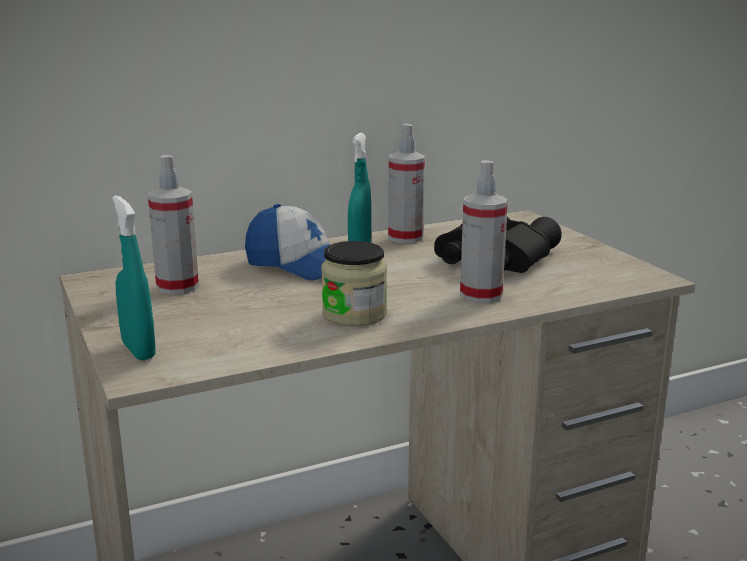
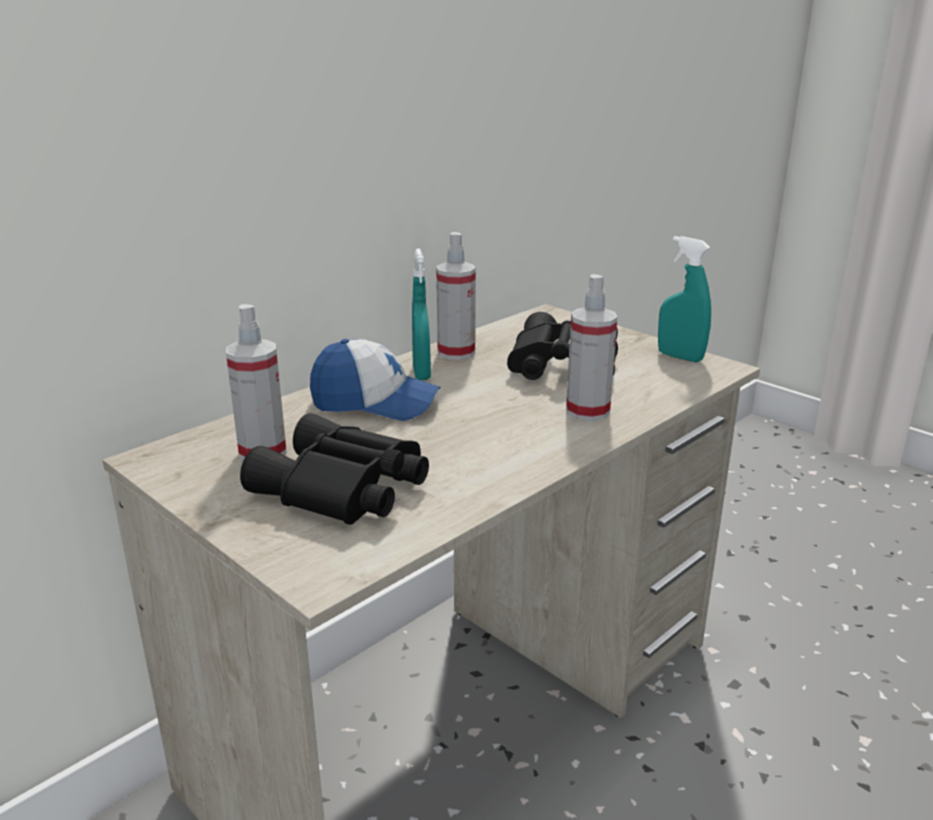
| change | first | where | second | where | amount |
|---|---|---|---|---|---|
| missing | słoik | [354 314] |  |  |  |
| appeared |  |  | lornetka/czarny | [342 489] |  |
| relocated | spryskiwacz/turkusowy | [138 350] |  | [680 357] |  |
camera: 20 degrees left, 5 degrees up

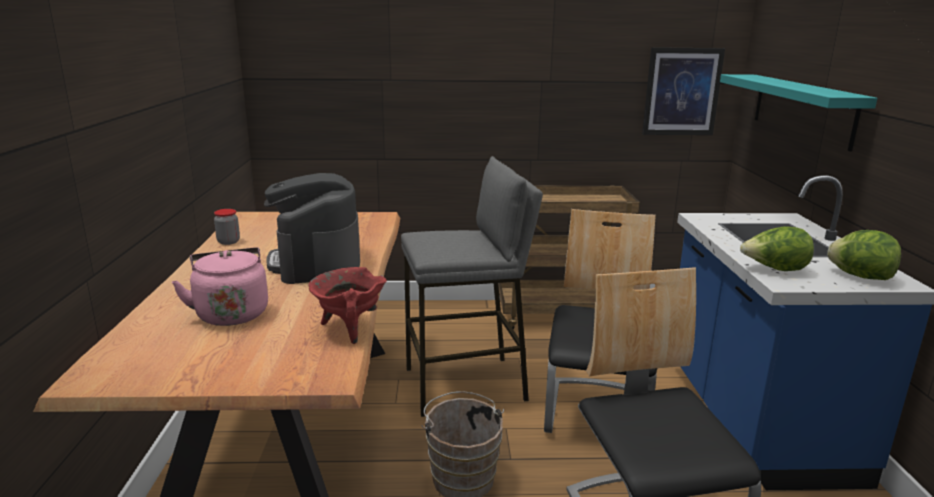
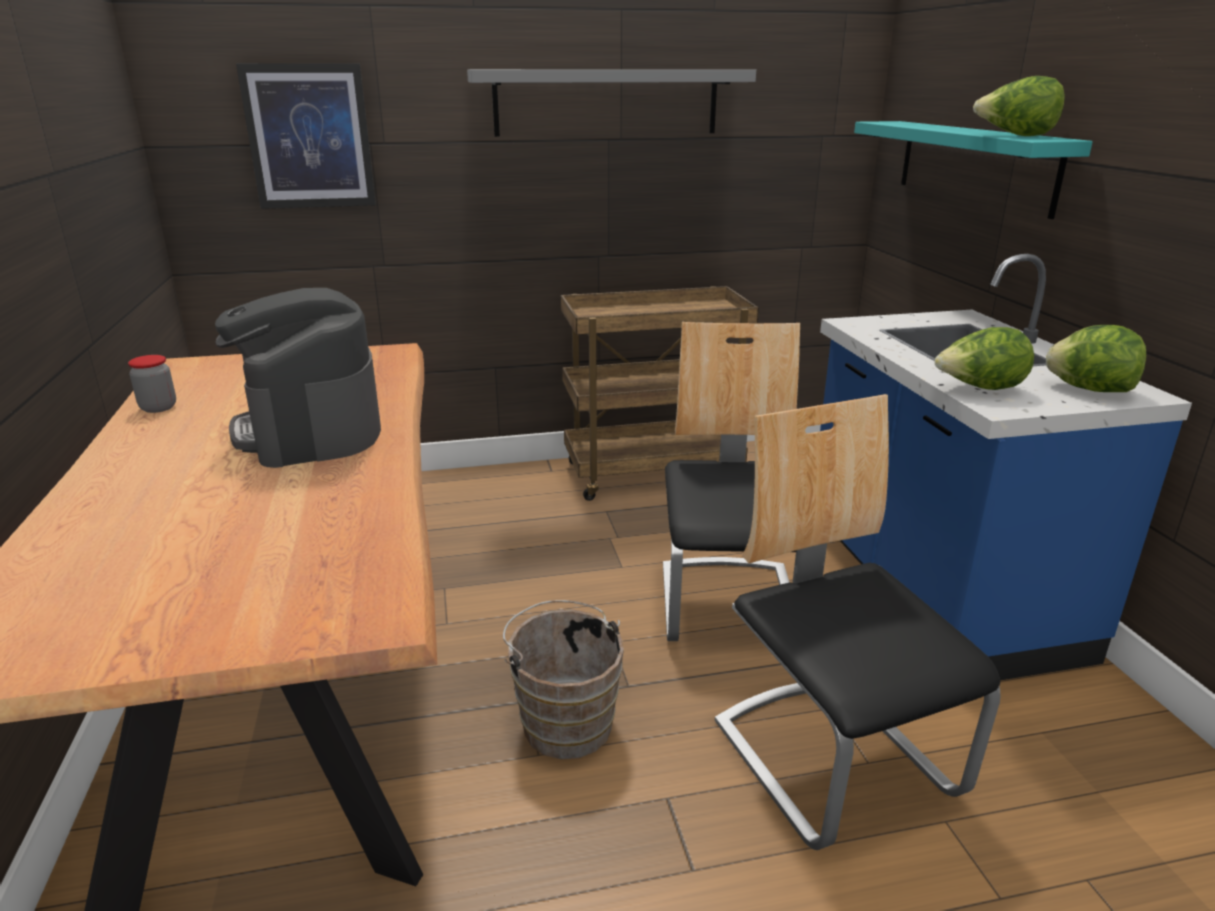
| change | first | where | second | where | amount |
|---|---|---|---|---|---|
| missing | czajnik/różowy | [231 313] |  |  |  |
| missing | garnek/czerwony | [349 329] |  |  |  |
| missing | stołek/szary | [466 385] |  |  |  |
| appeared |  |  | półka/szary | [607 102] |  |
| appeared |  |  | sałata | [1015 136] |  |
| relocated | obraz | [682 92] |  | [309 137] |  |
camera: 10 degrees left, 5 degrees up

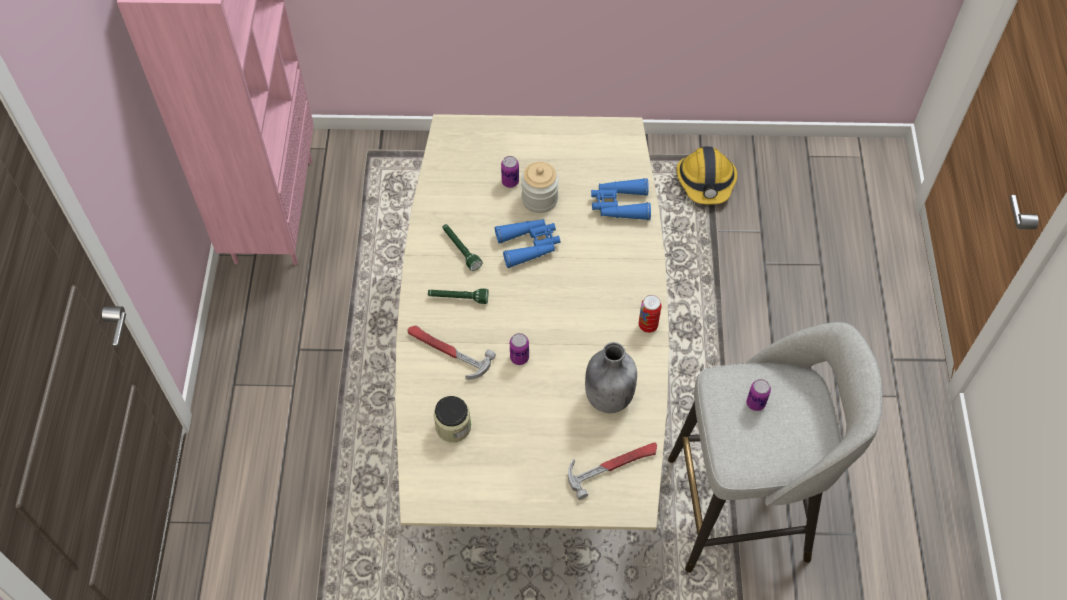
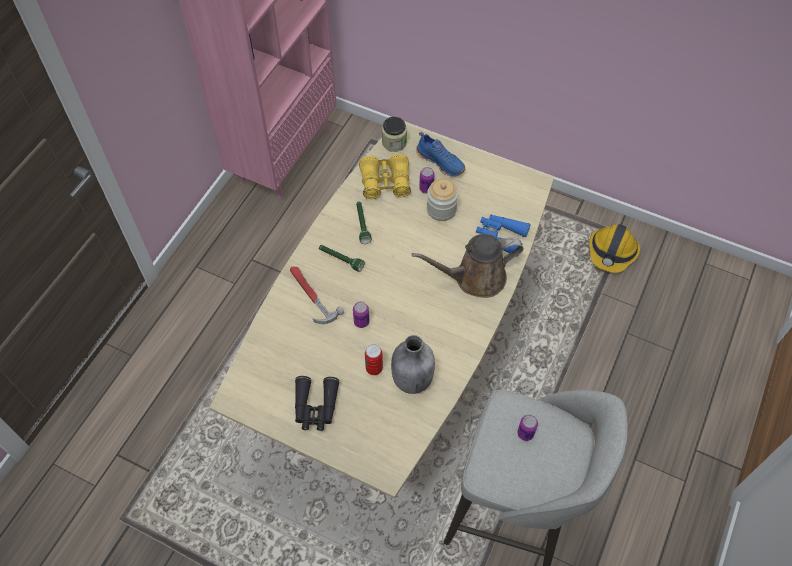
| change | first | where | second | where | amount |
|---|---|---|---|---|---|
| missing | lornetka/niebieski | [529 245] |  |  |  |
| missing | młotek | [612 465] |  |  |  |
| appeared |  |  | lornetka/czarny | [315 407] |  |
| appeared |  |  | lornetka/żółty | [385 182] |  |
| appeared |  |  | konewka/brązowy | [475 278] |  |
| appeared |  |  | but/niebieski | [441 161] |  |
| relocated | słoik | [453 427] |  | [394 142] |  |
| relocated | puszka | [648 325] |  | [374 368] |  |
camera: 25 degrees right, 0 degrees up

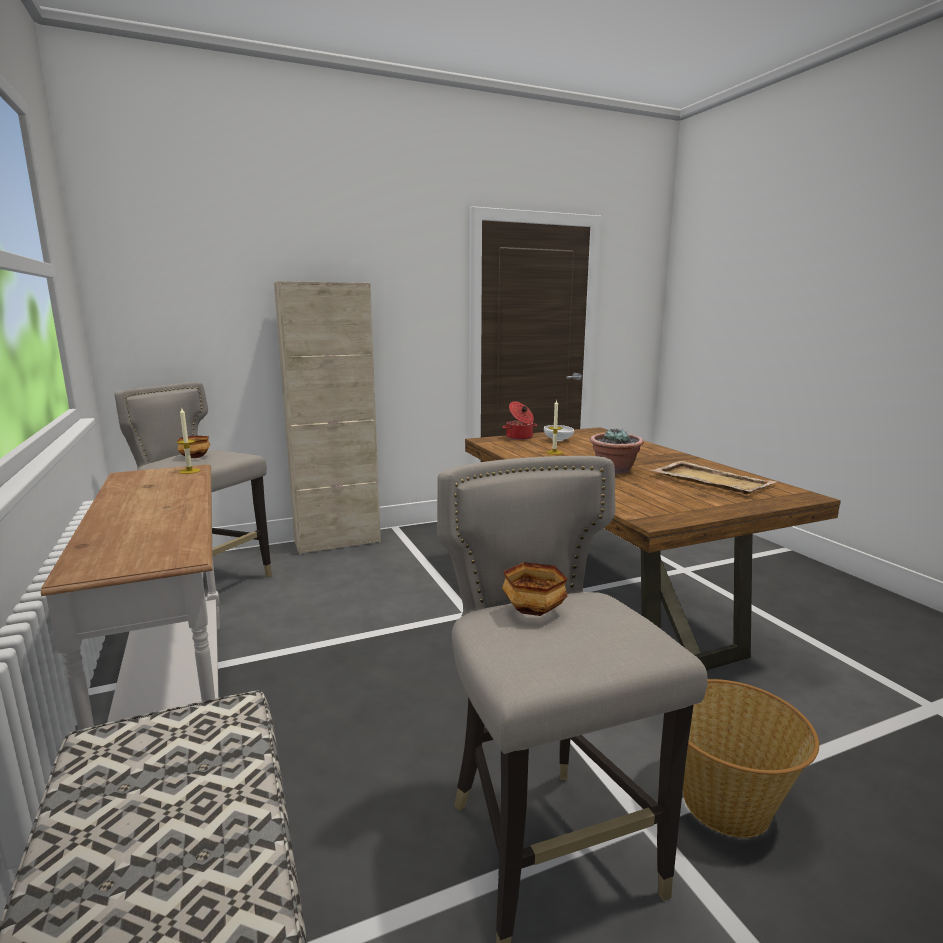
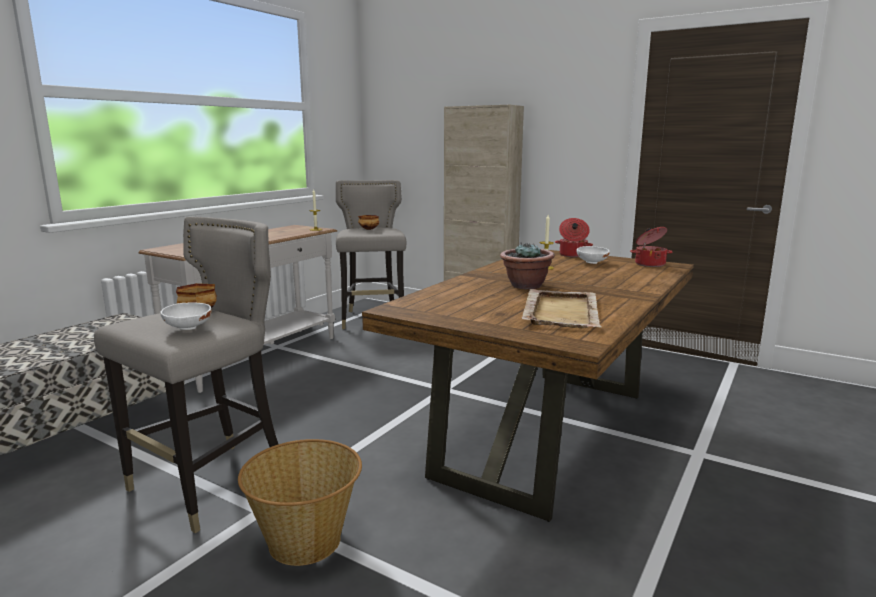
| change | first | where | second | where | amount |
|---|---|---|---|---|---|
| appeared |  |  | miska/biały | [188 329] |  |
| appeared |  |  | garnek | [649 264] |  |
camera: 55 degrees right, 0 degrees up

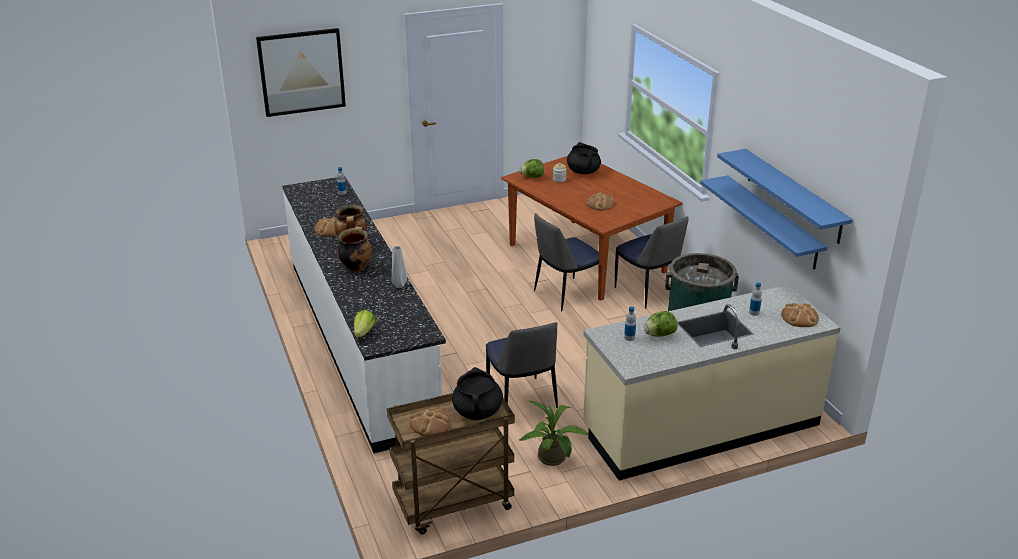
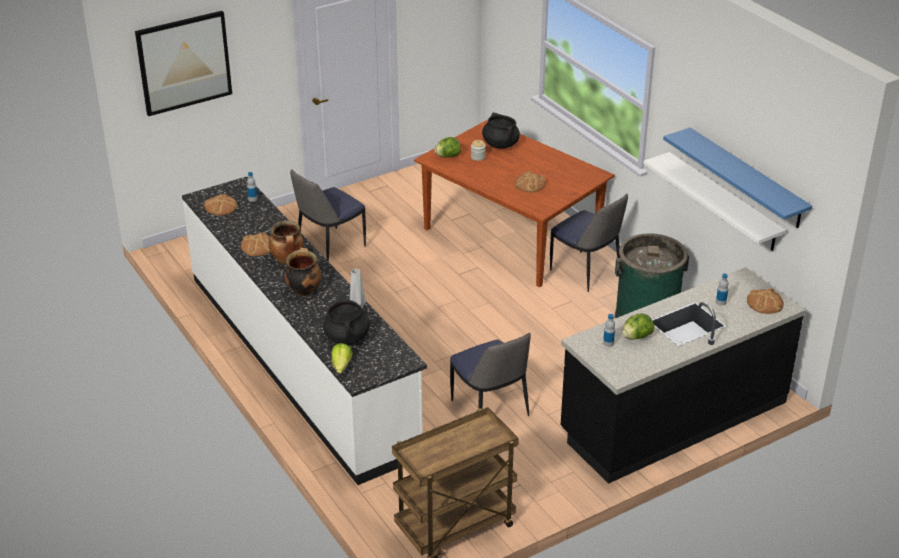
| change | first | where | second | where | amount |
|---|---|---|---|---|---|
| missing | roślina doniczkowa | [554 459] |  |  |  |
| relocated | chleb | [430 424] |  | [221 207] |  |
| relocated | garnek/czarny | [477 412] |  | [347 337] |  |
| relocated | krzesło | [565 295] |  | [329 247] |  |
| colour | zabudowa kuchenna/beżowy | [700 426] | zabudowa kuchenna/czarny | [673 417] |  |
| colour | półka/niebieski | [772 222] | półka/biały | [723 202] |  |
camera: 10 degrees left, 5 degrees up

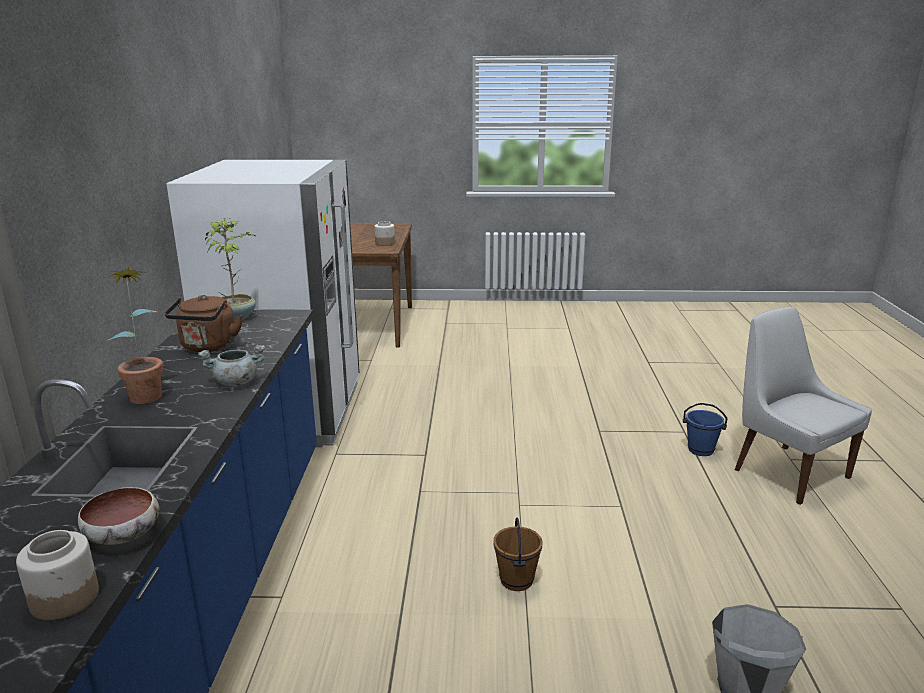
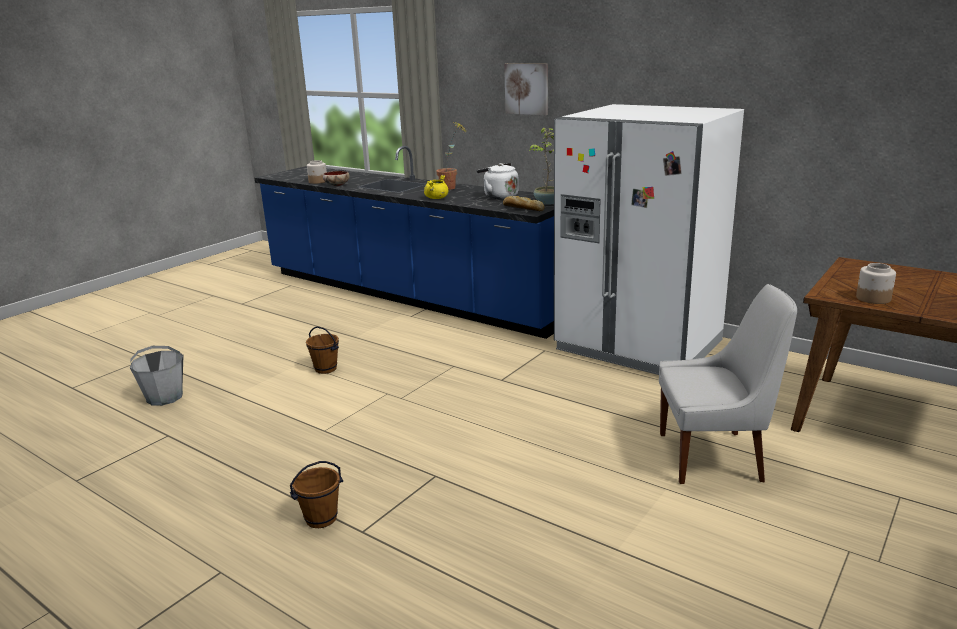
| change | first | where | second | where | amount |
|---|---|---|---|---|---|
| appeared |  |  | chleb | [522 208] |  |
| appeared |  |  | obraz | [527 89] |  |
| relocated | krzesło/biały | [787 472] |  | [714 457] |  |
| colour | czajnik/brązowy | [208 347] | czajnik/biały | [499 196] |  |
| colour | garnek/szary | [236 382] | garnek/żółty | [436 198] |  |
| colour | wiadro/niebieski | [700 450] | wiadro/brązowy | [321 519] |  |
camera: 125 degrees right, 0 degrees up

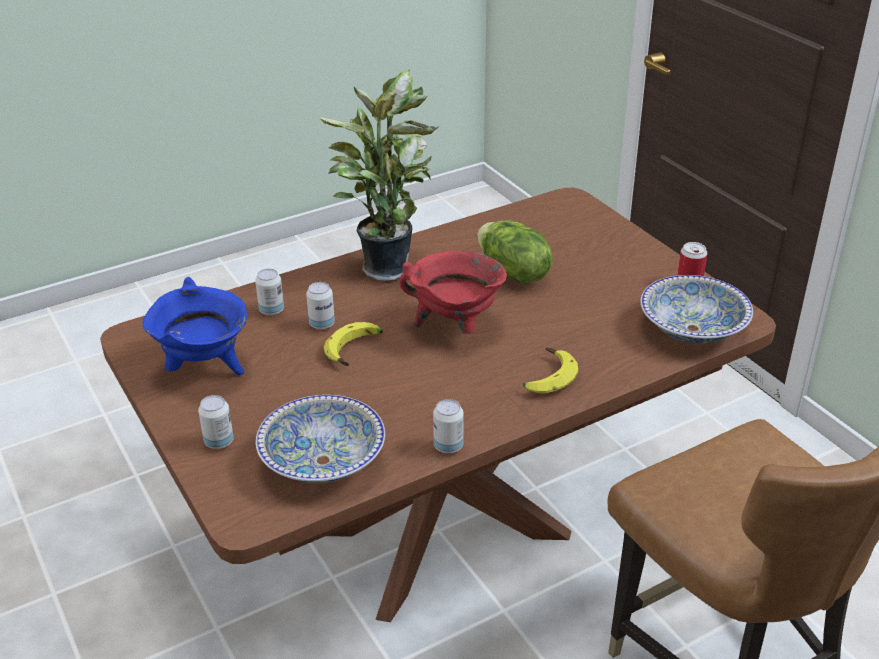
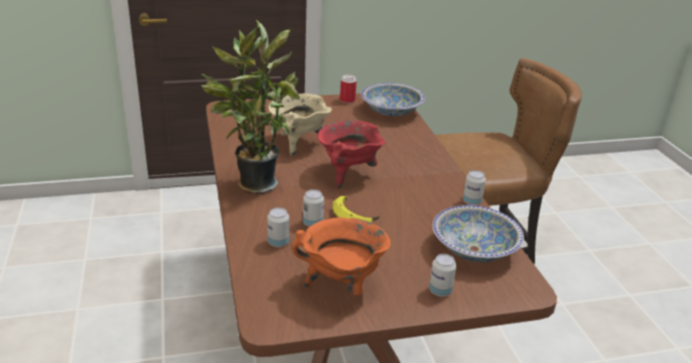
| change | first | where | second | where | amount |
|---|---|---|---|---|---|
| missing | banan | [546 377] |  |  |  |
| exchanged | sałata | [512 273] | garnek/beżowy | [298 143] |  |
| colour | garnek/niebieski | [205 368] | garnek/pomarańczowy | [341 286] |  |
camera: 75 degrees left, 5 degrees down

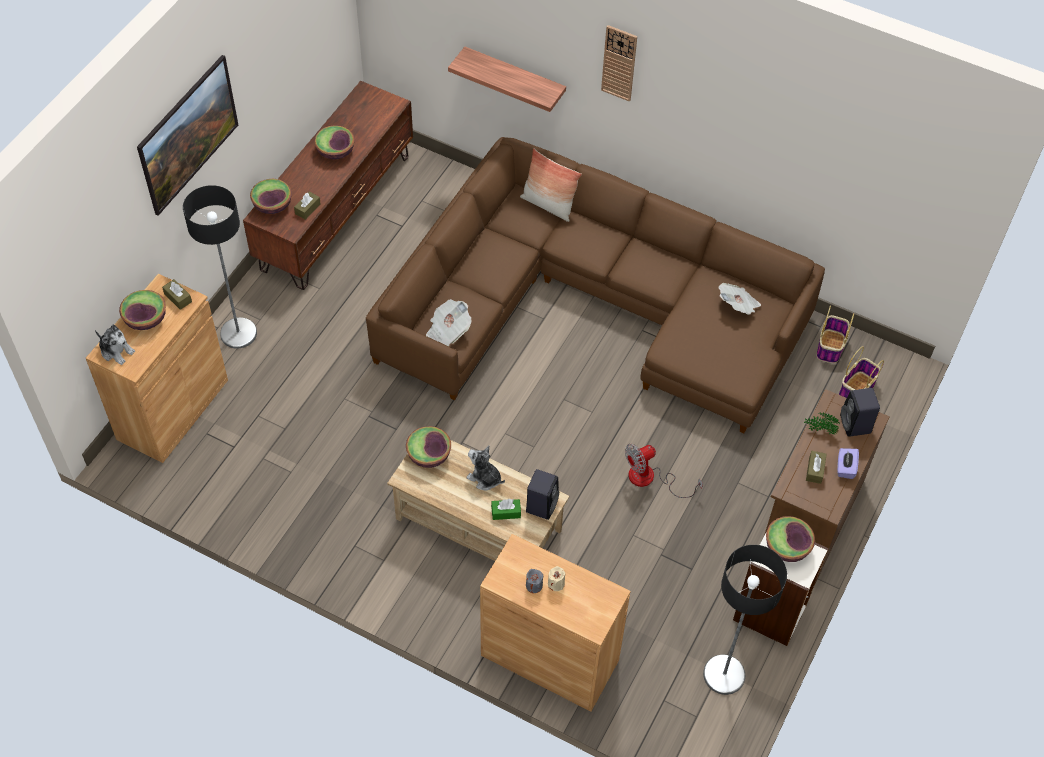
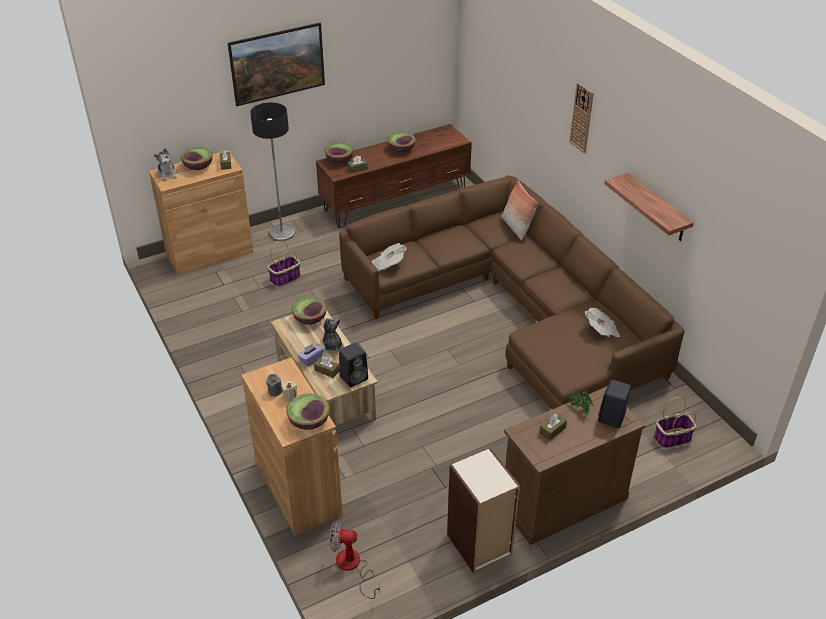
| change | first | where | second | where | amount |
|---|---|---|---|---|---|
| missing | lampa stojąca | [724 675] |  |  |  |
| relocated | półka | [514 78] |  | [657 208] |  |
| relocated | wentylator | [650 479] |  | [352 567] |  |
| relocated | miska | [787 547] |  | [309 421] |  |
| relocated | koszyk | [830 347] |  | [285 278] |  |
| relocated | pudełko chusteczek/fioletowy | [845 468] |  | [311 359] |  |
| colour | pudełko chusteczek/zielony | [506 512] | pudełko chusteczek/brązowy | [327 371] |  |
camera: 35 degrees right, 15 degrees down

